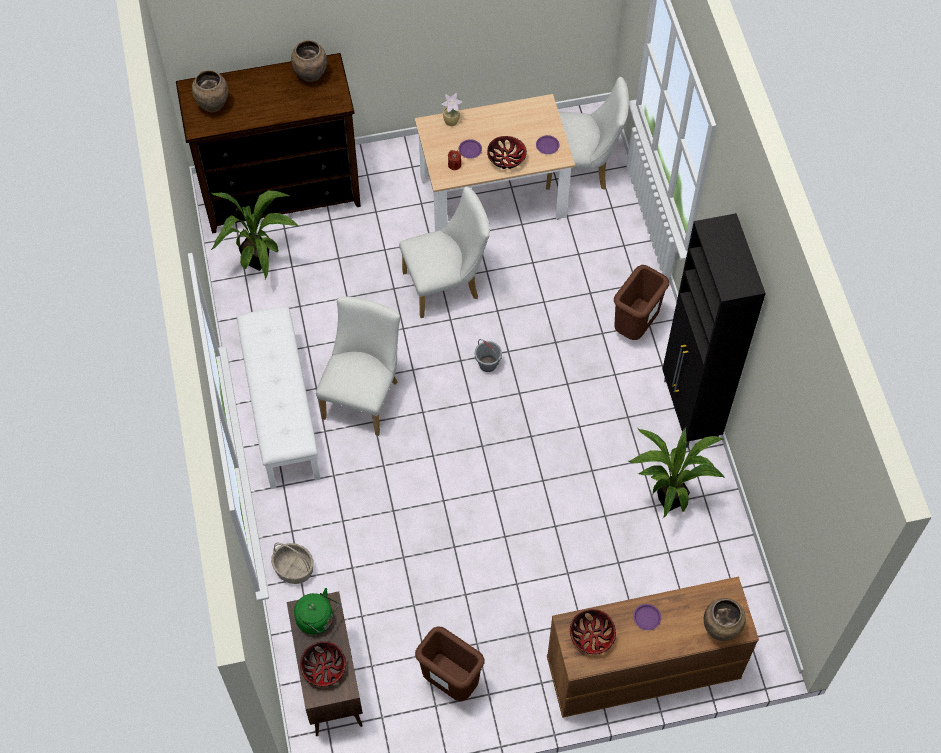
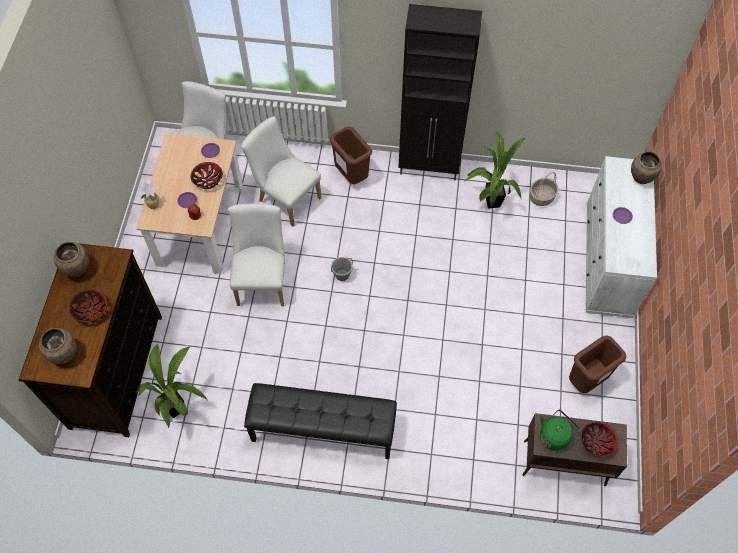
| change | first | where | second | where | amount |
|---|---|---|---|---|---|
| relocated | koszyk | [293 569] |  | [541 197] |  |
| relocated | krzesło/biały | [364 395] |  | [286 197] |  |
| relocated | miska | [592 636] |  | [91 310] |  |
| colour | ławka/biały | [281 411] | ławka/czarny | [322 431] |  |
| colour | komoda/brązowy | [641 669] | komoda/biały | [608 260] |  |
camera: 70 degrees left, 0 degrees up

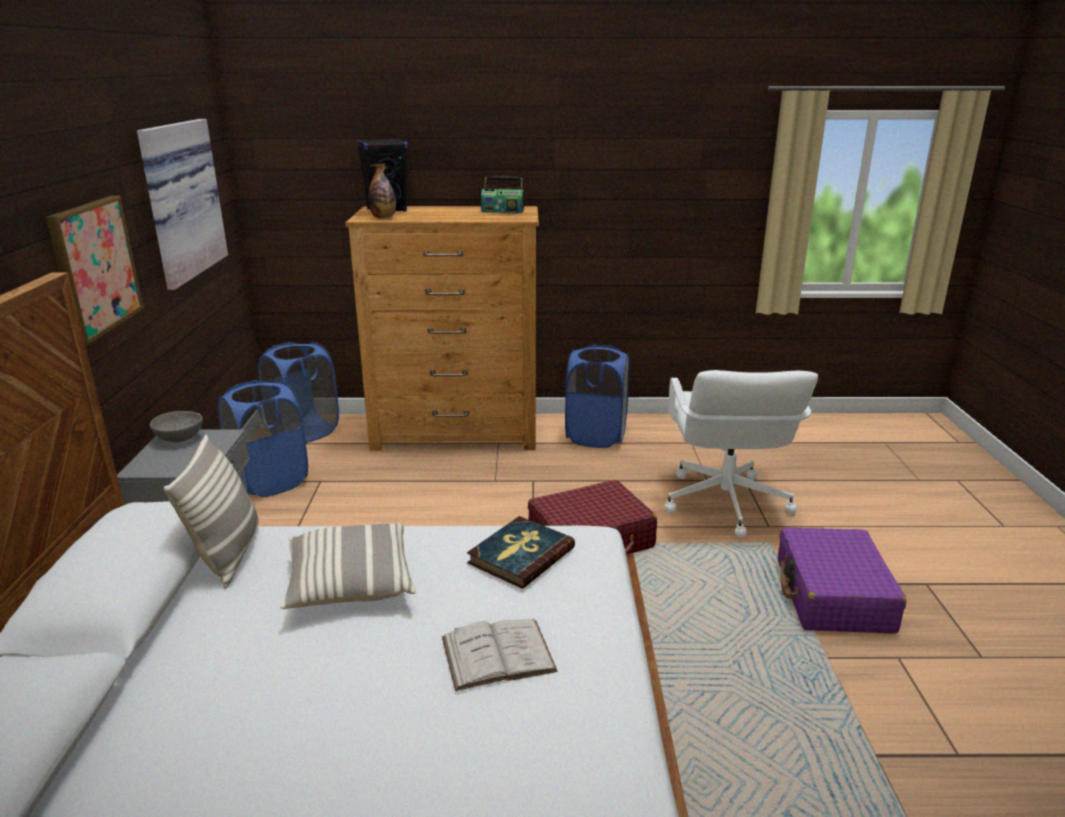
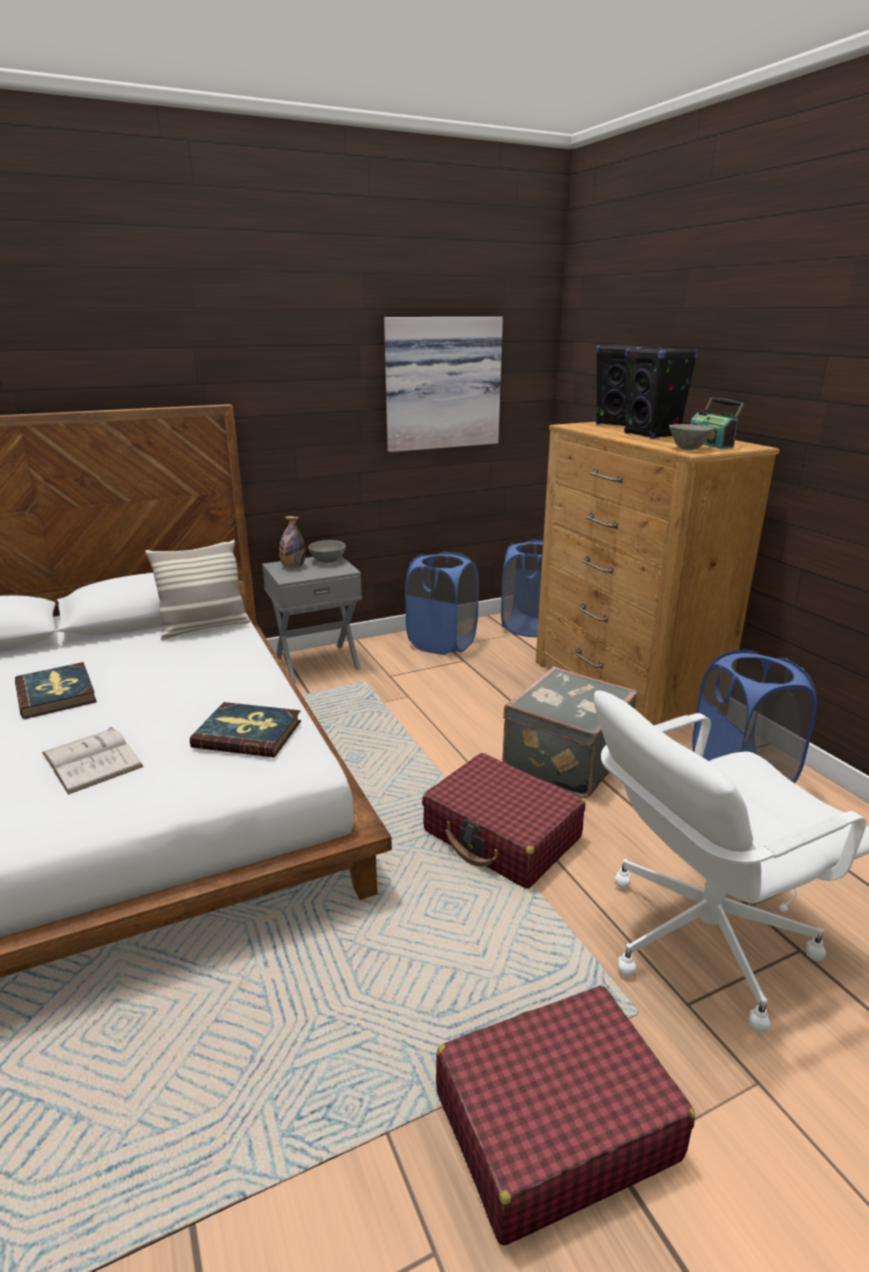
| change | first | where | second | where | amount |
|---|---|---|---|---|---|
| missing | obraz | [95 267] |  |  |  |
| missing | poduszka | [350 583] |  |  |  |
| appeared |  |  | książka | [56 694] |  |
| appeared |  |  | walizka/szary | [563 760] |  |
| appeared |  |  | głośnik/czarny | [652 435] |  |
| appeared |  |  | miska/szary | [688 449] |  |
| relocated | butelka | [383 218] |  | [293 567] |  |
| colour | walizka/fioletowy | [833 595] | walizka/czerwony | [553 1124] |  |
camera: 65 degrees right, 0 degrees up

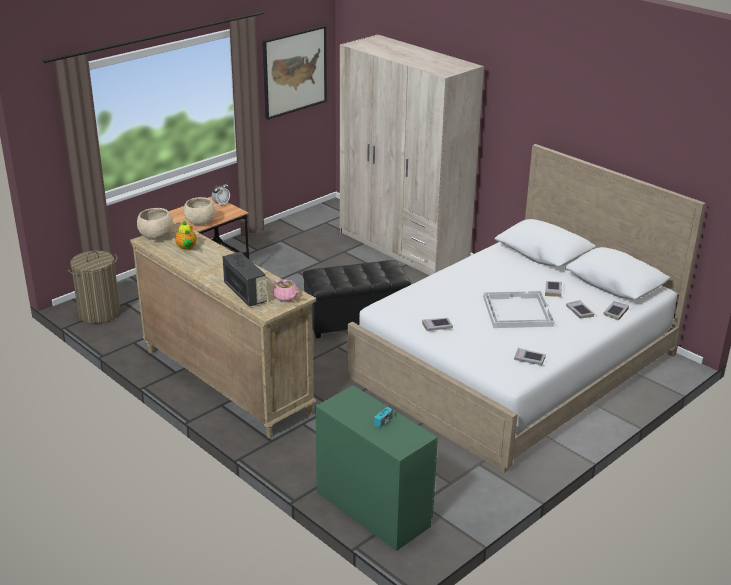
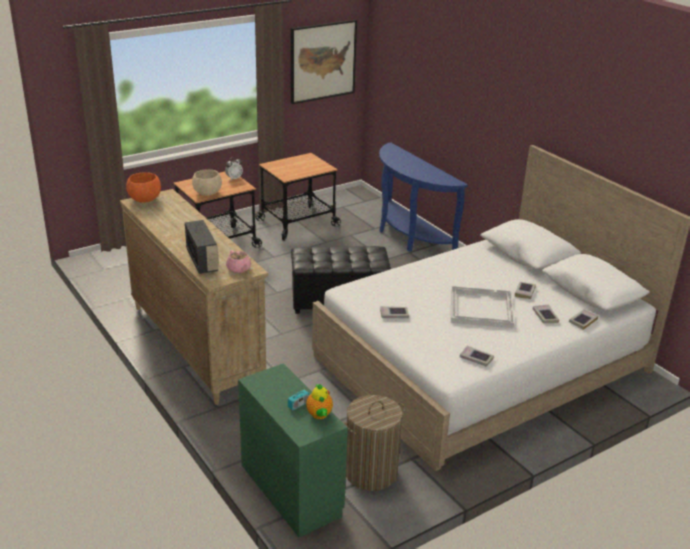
| change | first | where | second | where | amount |
|---|---|---|---|---|---|
| appeared |  |  | wózek | [297 223] |  |
| relocated | kosz na pranie | [99 313] |  | [371 473] |  |
| relocated | imbryk | [186 248] |  | [319 415] |  |
| exchanged | szafa/beżowy | [403 247] | stolik konsolowy/niebieski | [408 237] |  |
| colour | miska/beżowy | [156 236] | miska/pomarańczowy | [145 200] |  |
camera: 10 degrees right, 0 degrees up

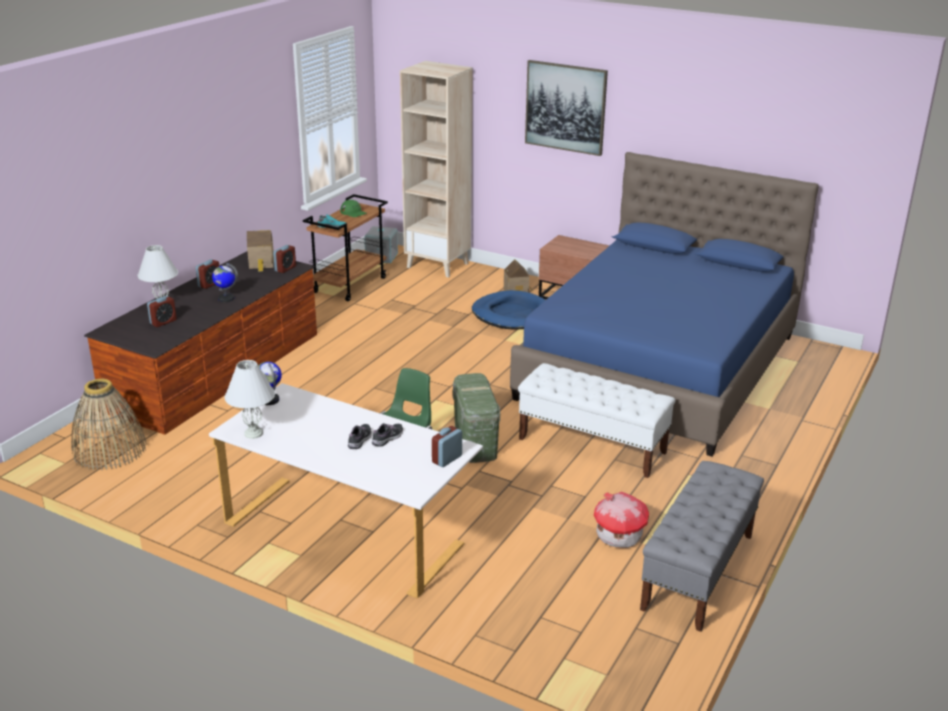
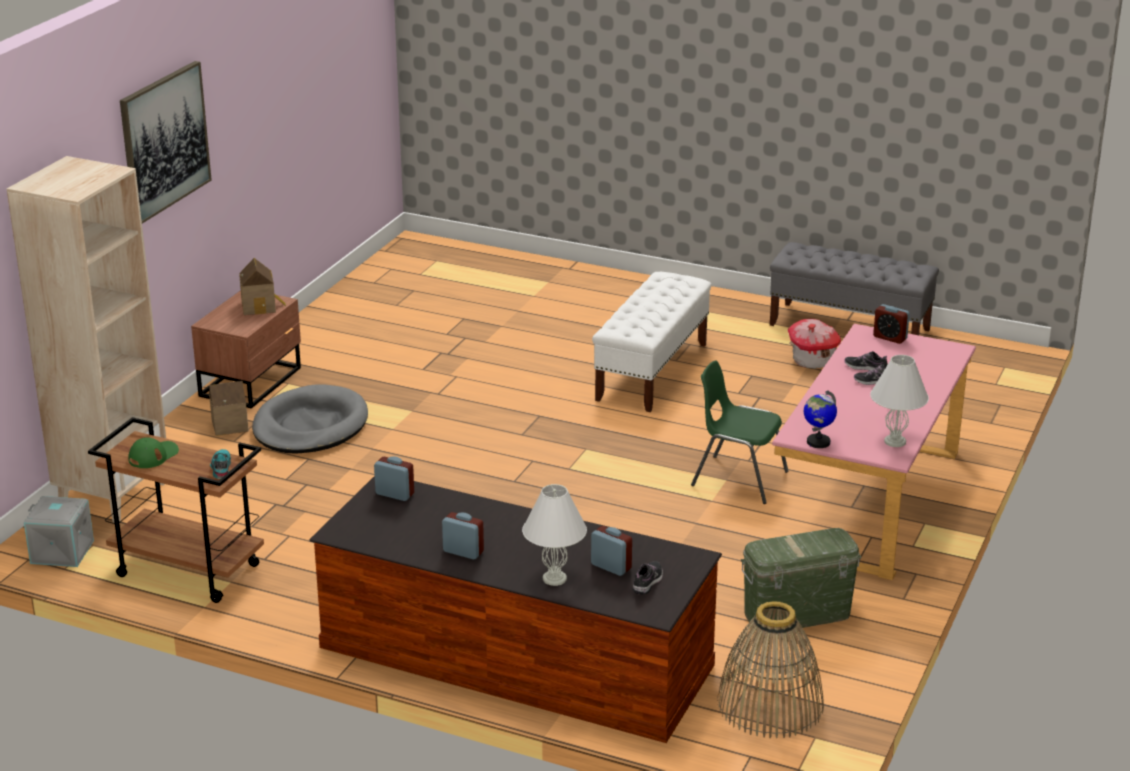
| change | first | where | second | where | amount |
|---|---|---|---|---|---|
| missing | globus | [226 298] |  |  |  |
| missing | łóżko/niebieski | [659 367] |  |  |  |
| appeared |  |  | but | [648 582] |  |
| relocated | domek | [262 264] |  | [260 306] |  |
| relocated | pojemnik do przechowywania/zielony | [475 442] |  | [797 614] |  |
| colour | biurko/biały | [348 530] | biurko/różowy | [869 499] |  |
| colour | legowisko/niebieski | [512 314] | legowisko/szary | [310 426] |  |
camera: 95 degrees left, 0 degrees up

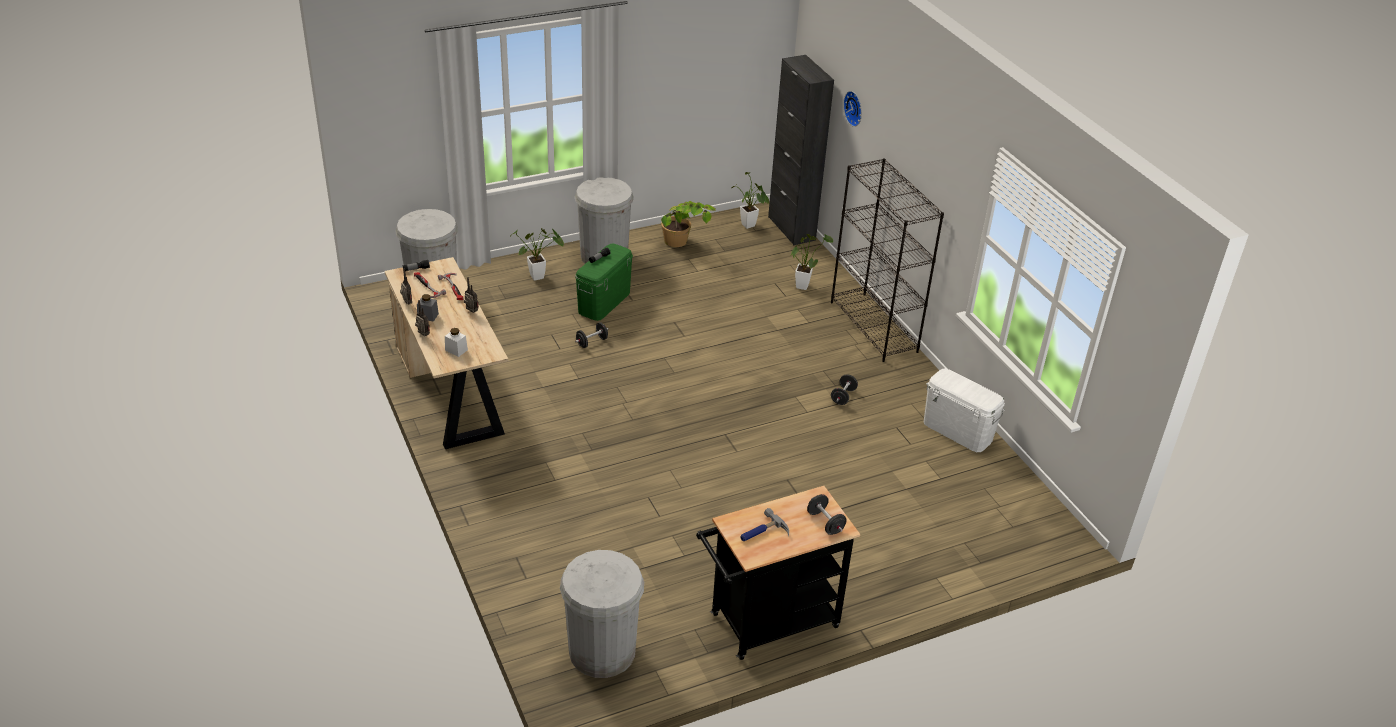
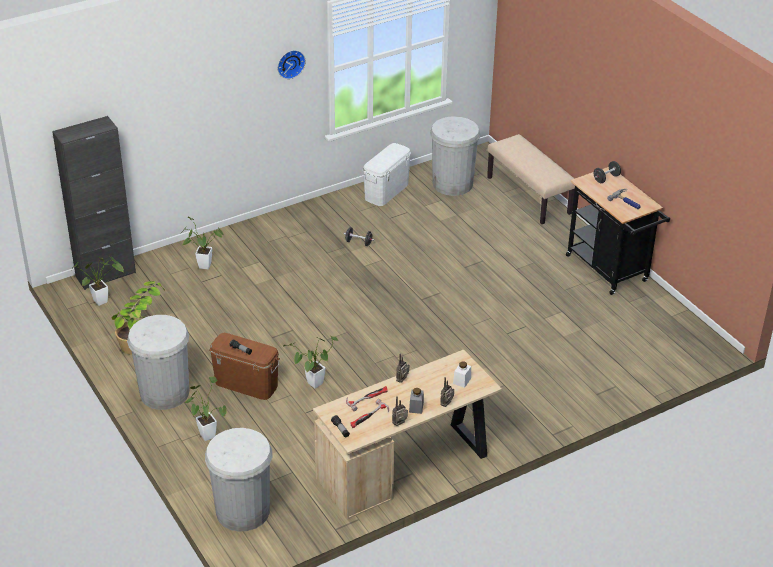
| change | first | where | second | where | amount |
|---|---|---|---|---|---|
| missing | regał/czarny | [874 327] |  |  |  |
| appeared |  |  | ławka/beżowy | [529 195] |  |
| relocated | kosz na śmieci/biały | [602 651] |  | [452 184] |  |
| relocated | zegar ścienny | [855 108] |  | [290 63] |  |
| exchanged | hantel/czarny | [592 342] | roślina doniczkowa | [312 385] |  |
| colour | pojemnik do przechowywania/zielony | [604 302] | pojemnik do przechowywania/brązowy | [246 384] |  |
camera: 95 degrees left, 0 degrees up

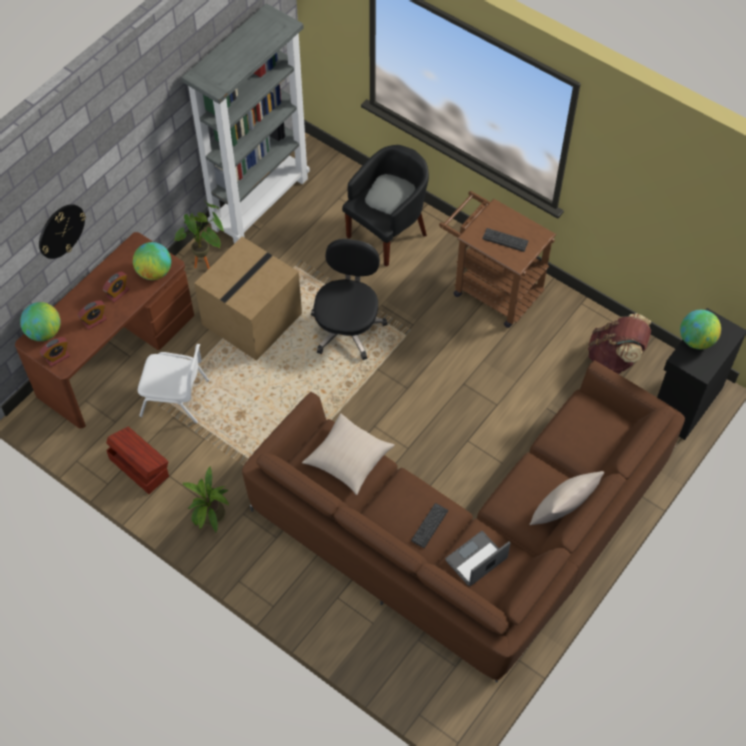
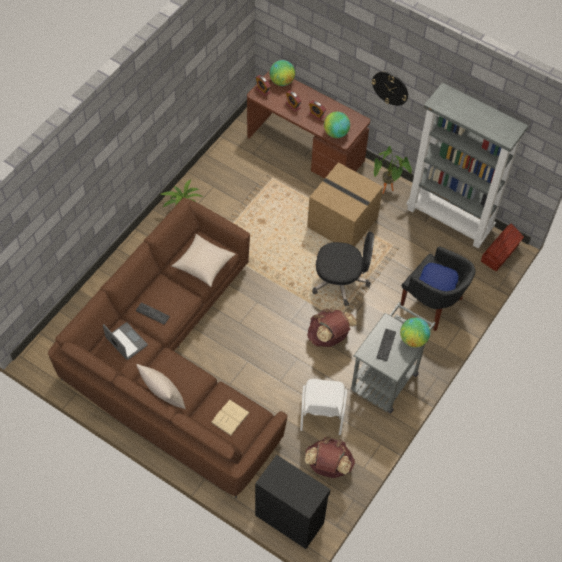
| change | first | where | second | where | amount |
|---|---|---|---|---|---|
| appeared |  |  | książka/beżowy | [230 417] |  |
| appeared |  |  | plecak/brązowy | [329 337] |  |
| relocated | zegar ścienny | [61 231] |  | [390 88] |  |
| relocated | pojemnik do przechowywania/brązowy | [139 466] |  | [500 253] |  |
| relocated | krzesło/biały | [176 398] |  | [322 413] |  |
| relocated | globus | [696 340] |  | [413 339] |  |
| colour | poduszka/szary | [390 198] | poduszka/niebieski | [437 282] |  |
| colour | wózek/brązowy | [491 289] | wózek/szary | [387 377] |  |
camera: 85 degrees right, 0 degrees up

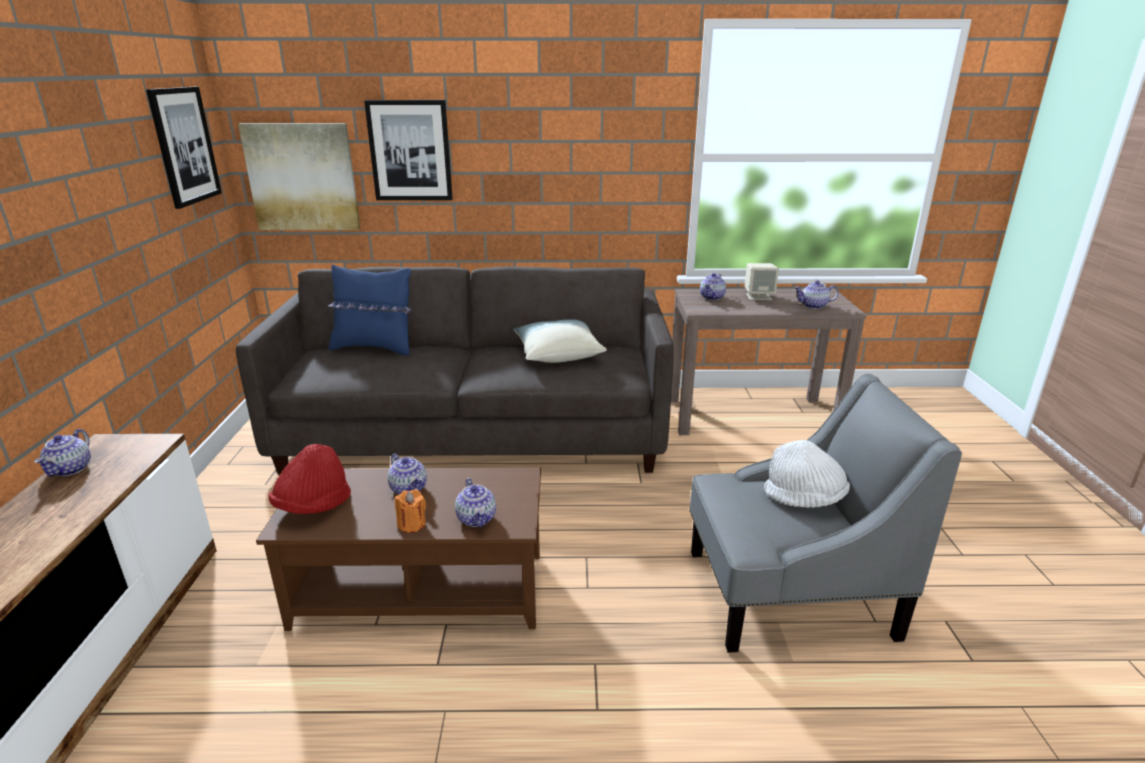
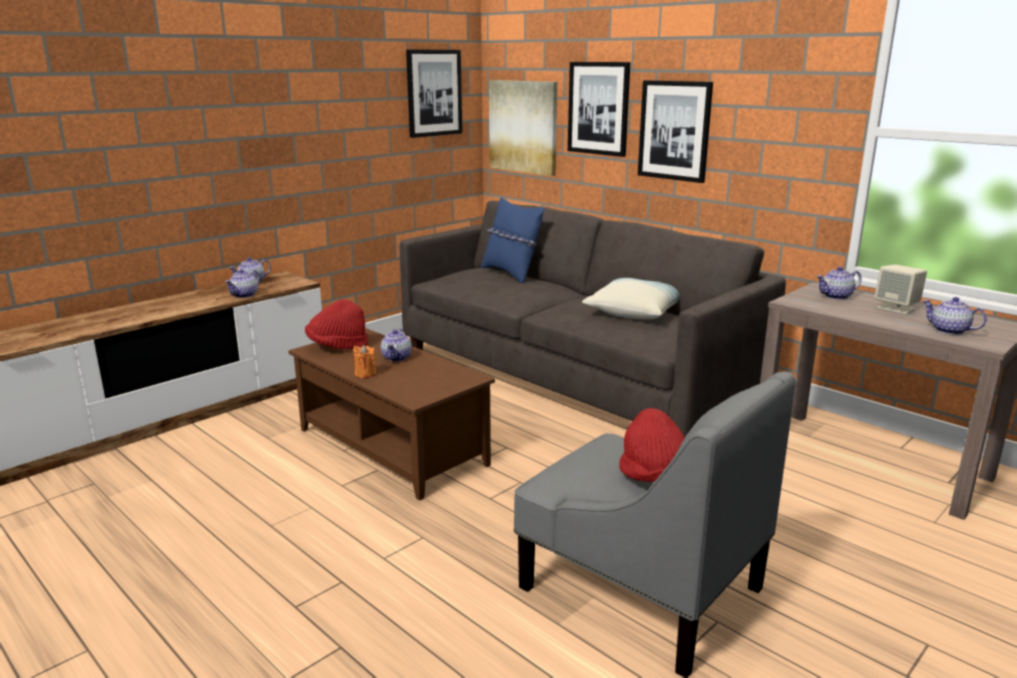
| change | first | where | second | where | amount |
|---|---|---|---|---|---|
| appeared |  |  | obraz | [674 130] |  |
| relocated | imbryk | [477 519] |  | [244 295] |  |
| colour | kapelusz/biały | [804 498] | kapelusz/czerwony | [655 478] |  |
camera: 45 degrees right, 5 degrees down

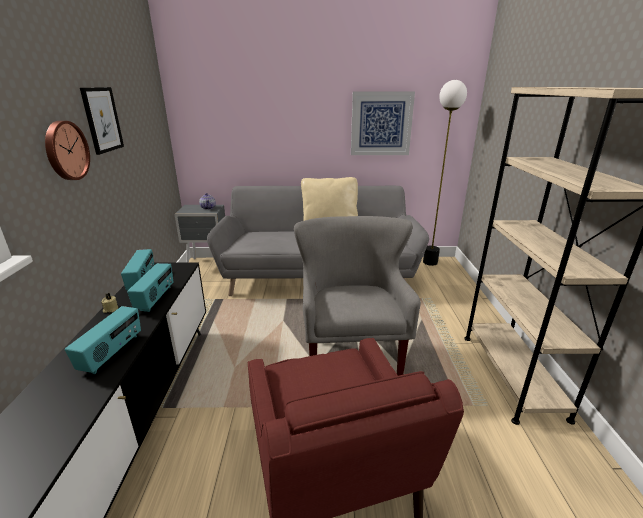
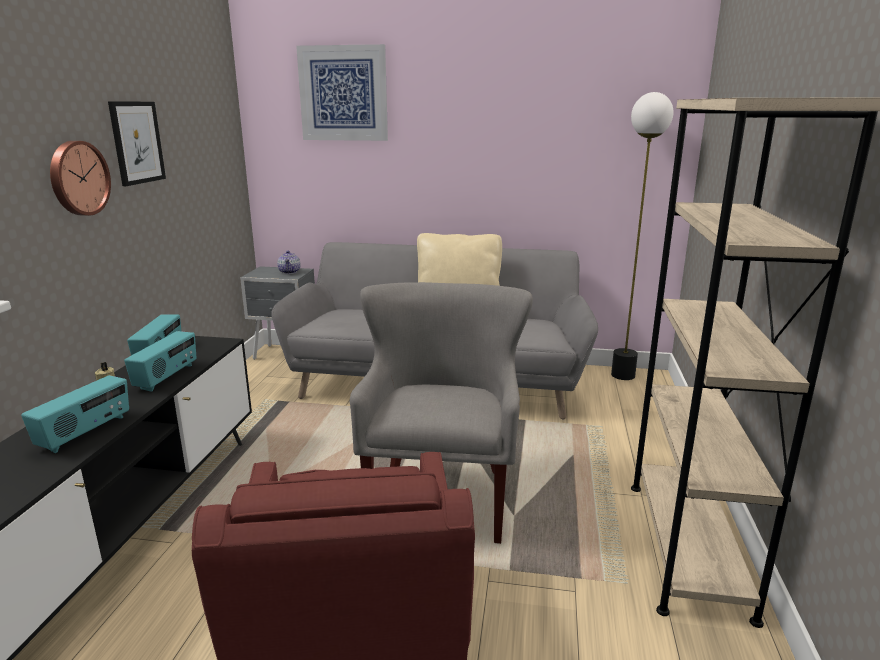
| change | first | where | second | where | amount |
|---|---|---|---|---|---|
| relocated | obraz | [381 124] |  | [343 93] |  |
camera: 10 degrees right, 5 degrees down

